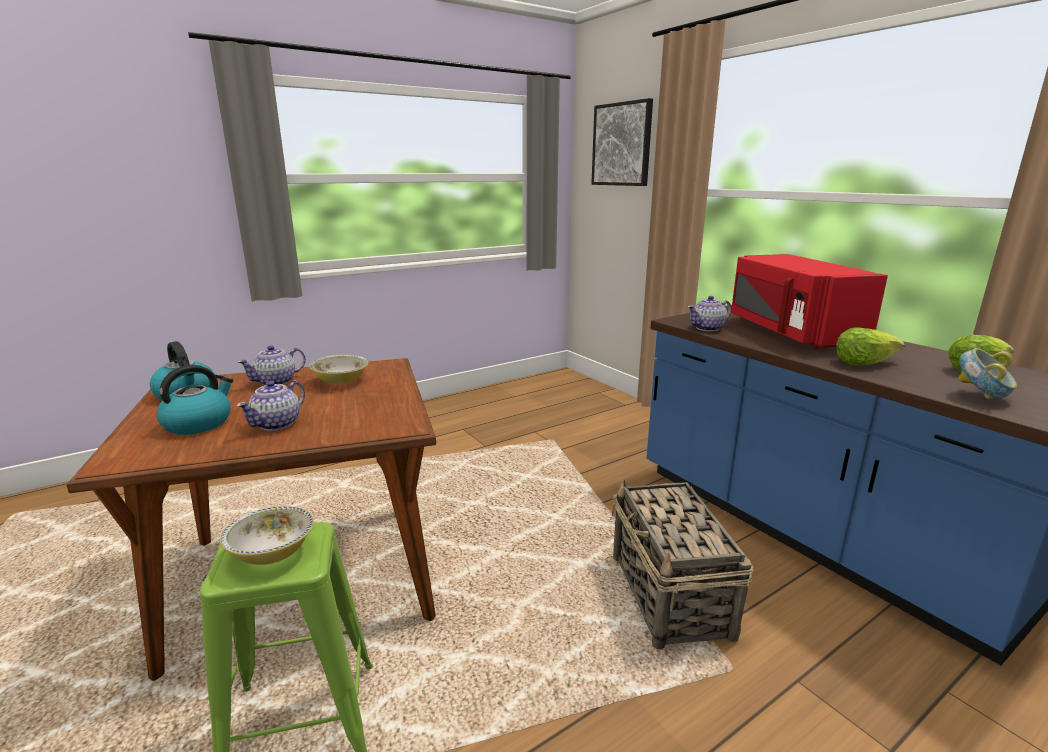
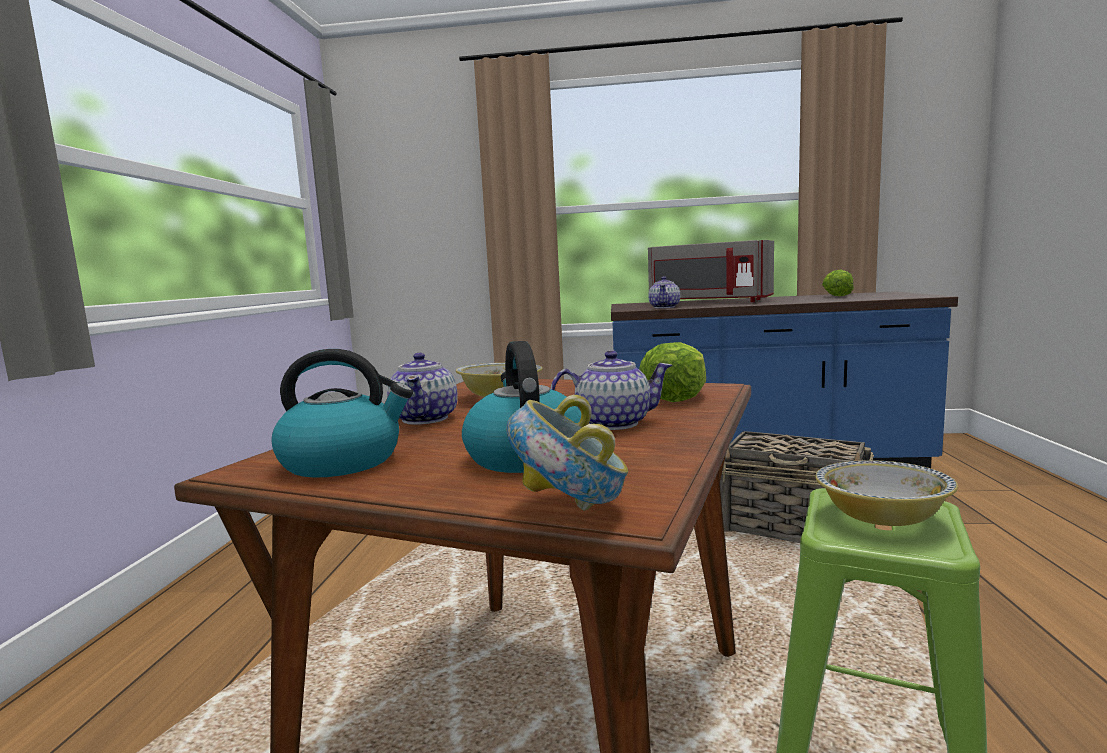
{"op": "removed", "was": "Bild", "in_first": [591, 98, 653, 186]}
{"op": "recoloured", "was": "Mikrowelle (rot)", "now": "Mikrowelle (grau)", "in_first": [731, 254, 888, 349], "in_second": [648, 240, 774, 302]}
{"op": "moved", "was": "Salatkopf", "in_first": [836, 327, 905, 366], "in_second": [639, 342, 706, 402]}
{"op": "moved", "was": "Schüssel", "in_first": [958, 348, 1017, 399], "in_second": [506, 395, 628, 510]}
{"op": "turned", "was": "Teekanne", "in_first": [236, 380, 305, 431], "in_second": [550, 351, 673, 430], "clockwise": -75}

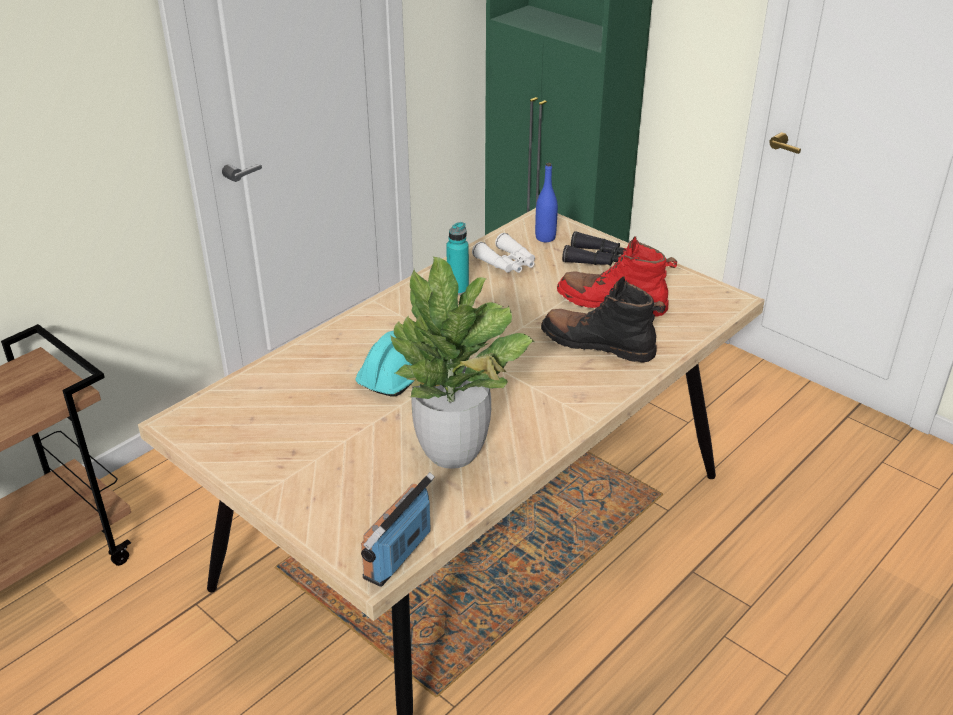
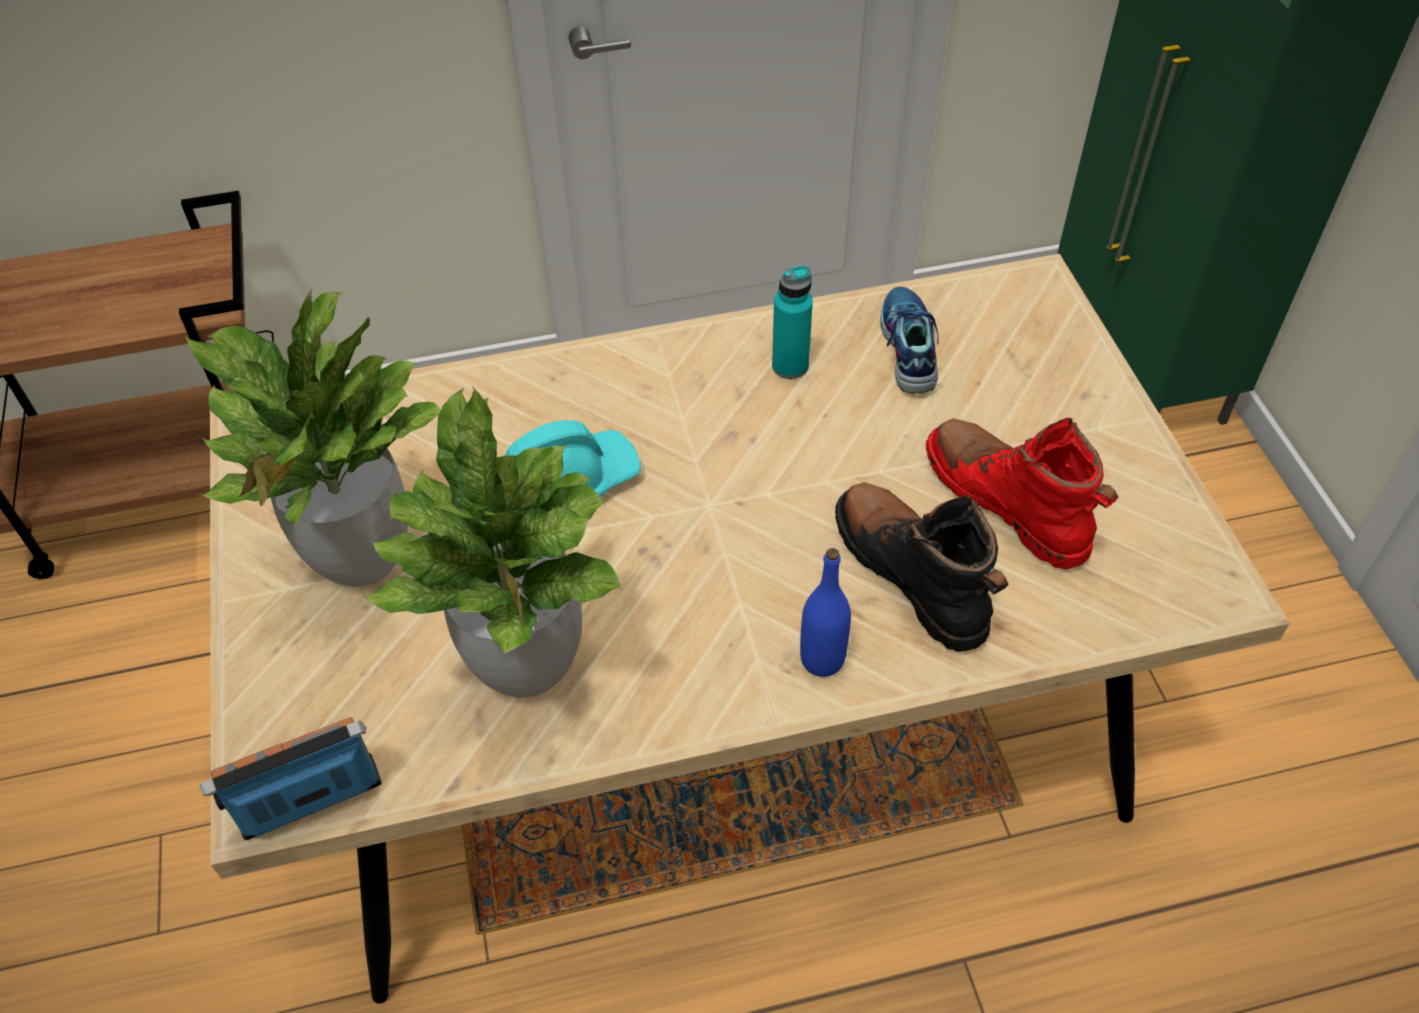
{"op": "moved", "was": "Flasche (blau)", "in_first": [535, 163, 558, 242], "in_second": [800, 548, 851, 677]}
{"op": "removed", "was": "Fernglas (schwarz)", "in_first": [562, 231, 625, 266]}
{"op": "replaced", "was": "Fernglas (weiß)", "now": "Schuh", "in_first": [472, 233, 535, 273], "in_second": [880, 286, 939, 393]}
{"op": "added", "now": "Topfpflanze", "in_second": [185, 289, 441, 587]}

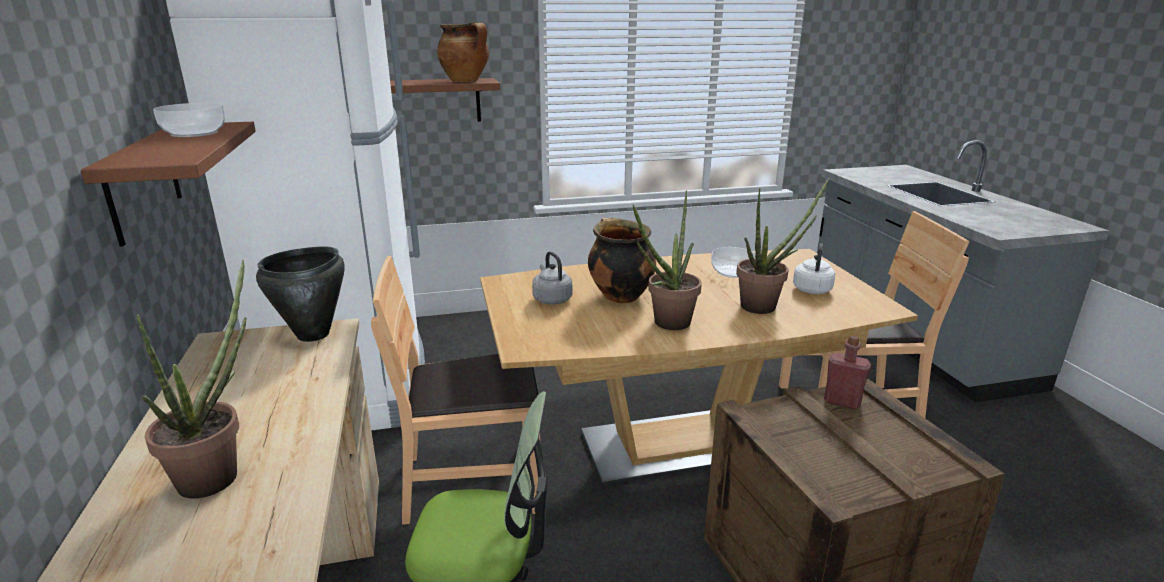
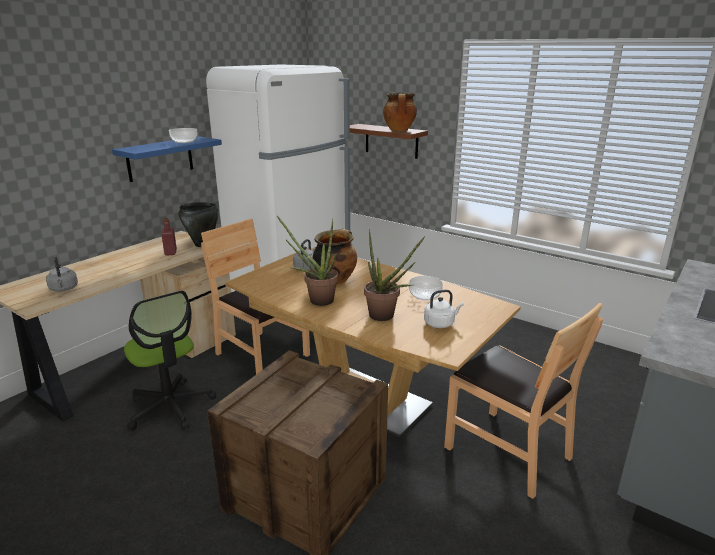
{"op": "recoloured", "was": "Wandregal (braun)", "now": "Wandregal (blau)", "in_first": [81, 122, 256, 247], "in_second": [112, 136, 222, 182]}
{"op": "removed", "was": "Topfpflanze", "in_first": [137, 260, 247, 499]}
{"op": "moved", "was": "Flasche (rot)", "in_first": [824, 336, 871, 409], "in_second": [161, 218, 177, 256]}
{"op": "added", "now": "Wasserkessel (grau)", "in_second": [46, 257, 78, 292]}

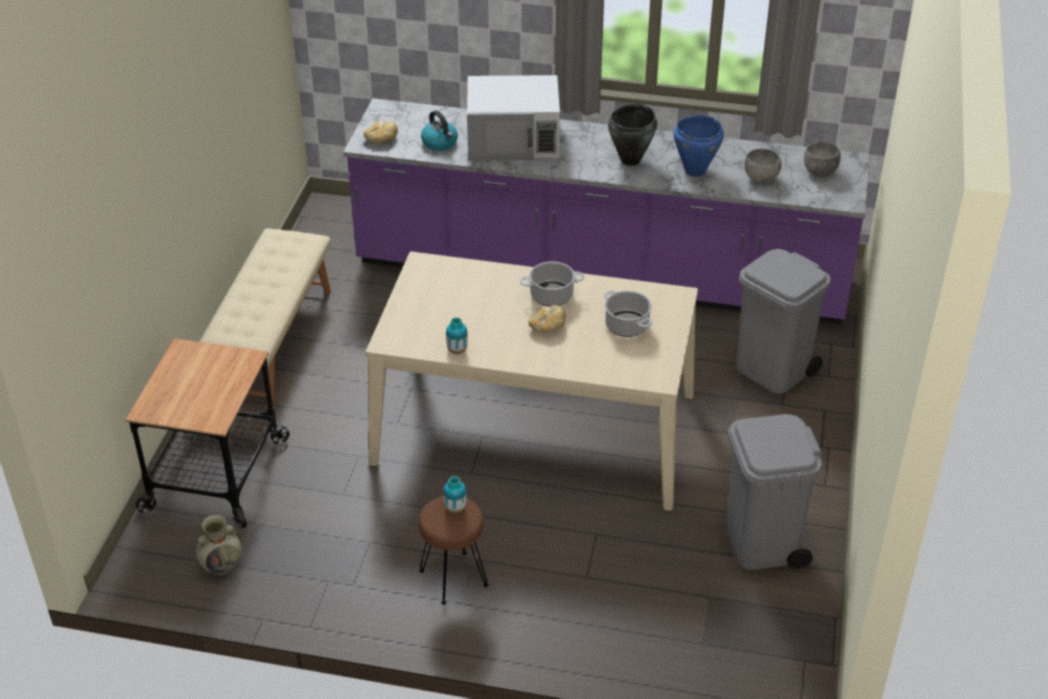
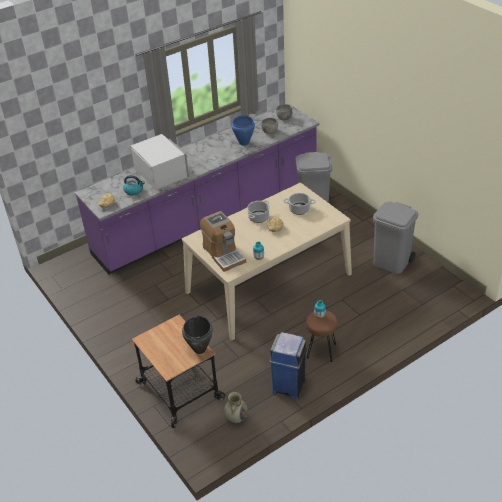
{"op": "turned", "was": "Mikrowelle (weiß)", "in_first": [467, 75, 560, 161], "in_second": [130, 134, 189, 190], "clockwise": -75}
{"op": "moved", "was": "Kochtopf (schwarz)", "in_first": [608, 104, 657, 166], "in_second": [182, 316, 213, 354]}
{"op": "removed", "was": "Bank (beige)", "in_first": [200, 228, 331, 410]}
{"op": "added", "now": "Kaffeemaschine", "in_second": [200, 211, 246, 272]}
{"op": "added", "now": "Mülleimer (blau)", "in_second": [269, 332, 307, 399]}

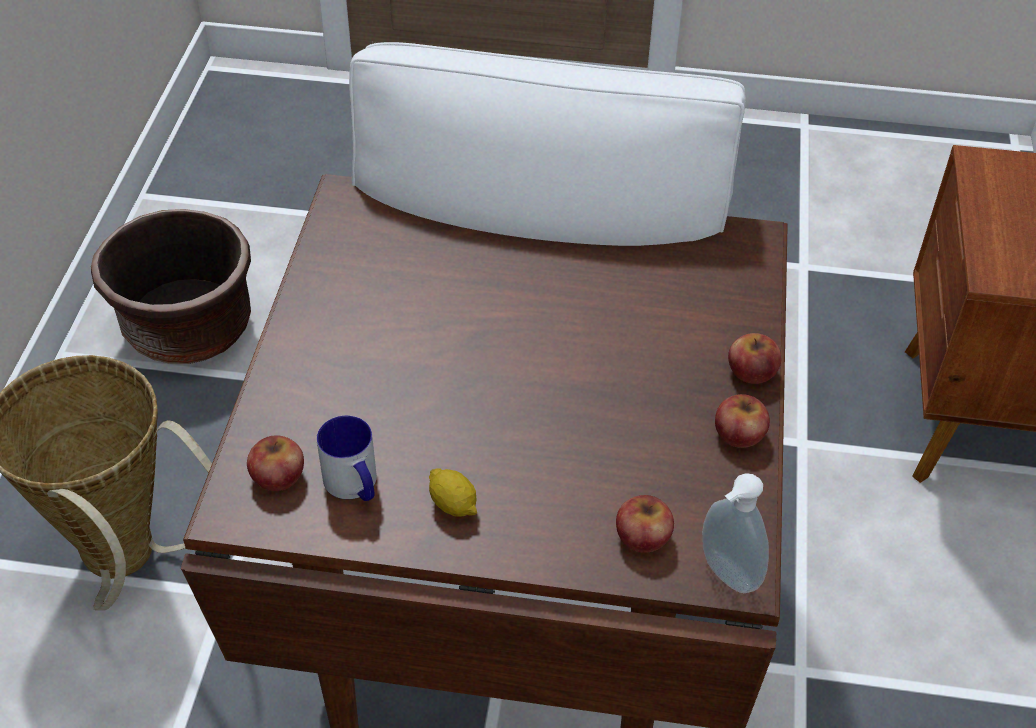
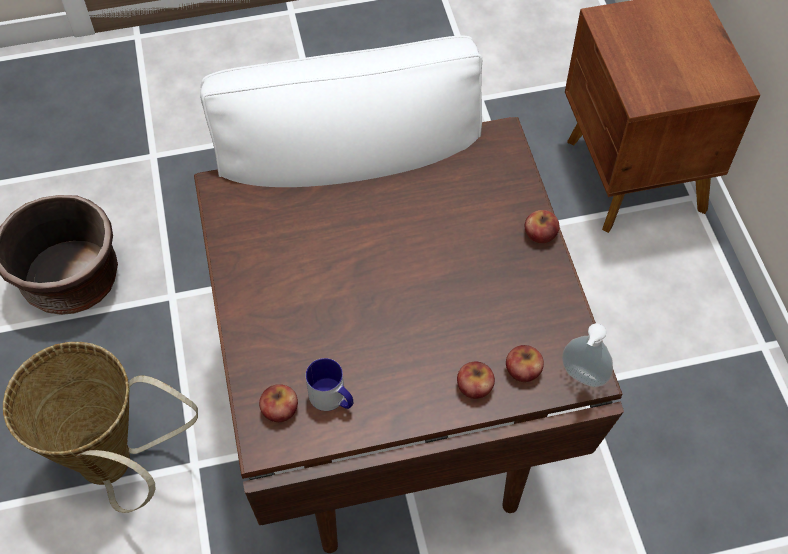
{"op": "moved", "was": "Apfel", "in_first": [715, 394, 770, 448], "in_second": [457, 361, 495, 399]}
{"op": "removed", "was": "Zitrone", "in_first": [429, 468, 477, 517]}

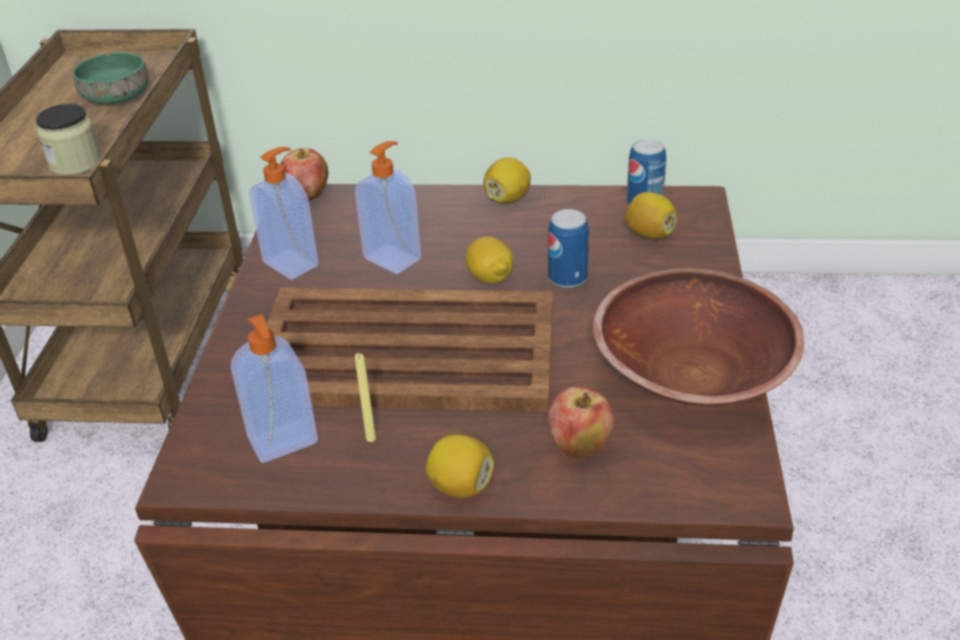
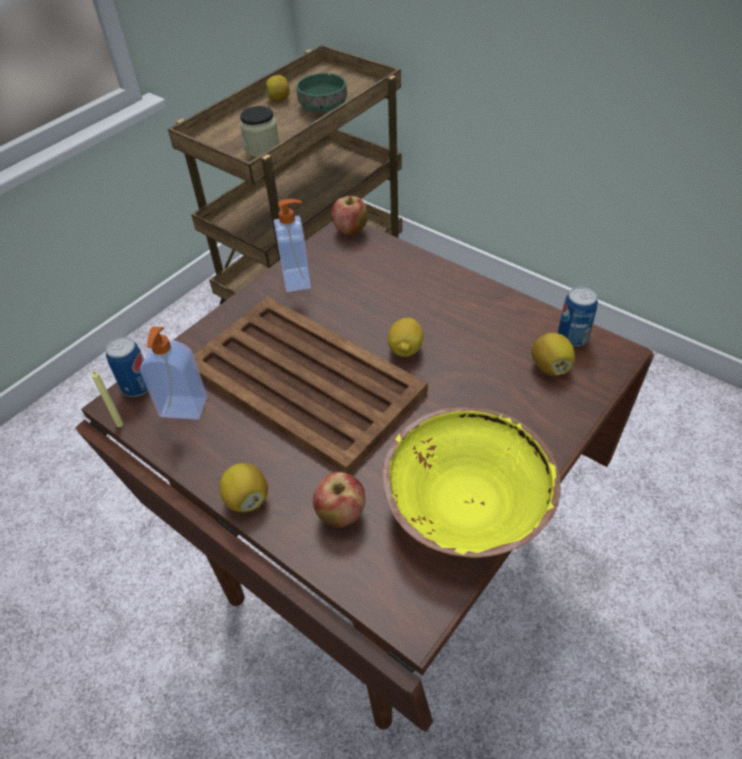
{"op": "removed", "was": "Seifenspender", "in_first": [355, 141, 421, 274]}
{"op": "moved", "was": "Zitrone", "in_first": [484, 157, 531, 204], "in_second": [265, 75, 290, 101]}
{"op": "moved", "was": "Dose", "in_first": [548, 209, 589, 288], "in_second": [106, 337, 148, 397]}
{"op": "recoloured", "was": "Schüssel (braun)", "now": "Schüssel (gelb)", "in_first": [593, 268, 804, 406], "in_second": [382, 407, 561, 557]}
{"op": "moved", "was": "Kerze (gelb)", "in_first": [355, 353, 376, 442], "in_second": [91, 371, 123, 427]}

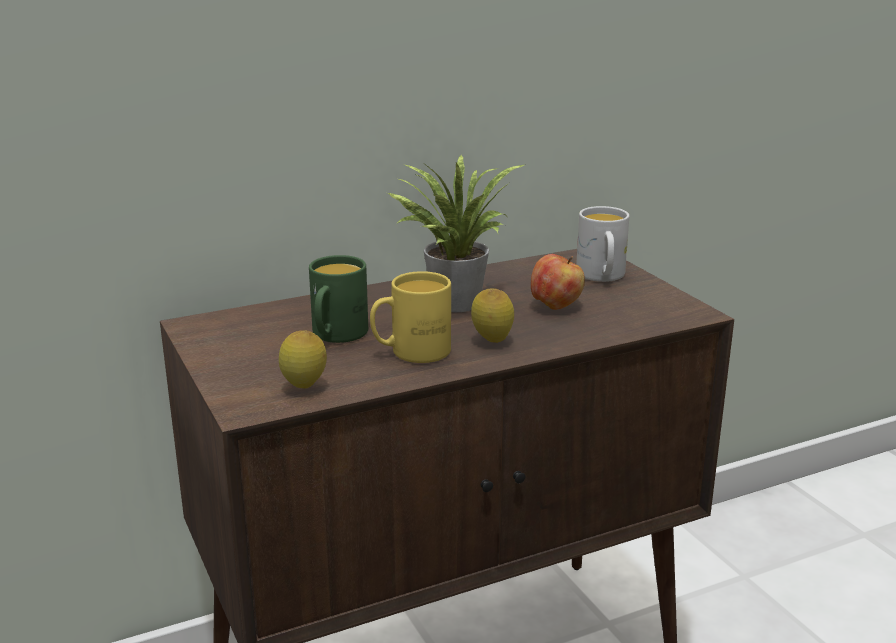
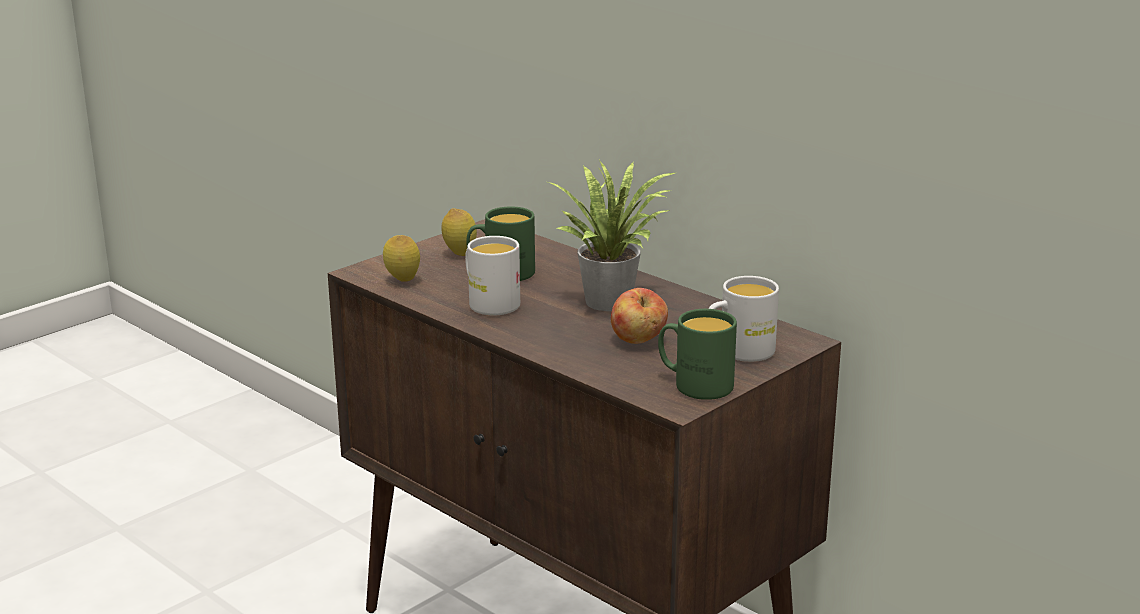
{"op": "recoloured", "was": "Henkelbecher (gelb)", "now": "Henkelbecher (weiß)", "in_first": [370, 271, 451, 363], "in_second": [465, 236, 520, 315]}
{"op": "moved", "was": "Zitrone", "in_first": [471, 289, 514, 343], "in_second": [441, 208, 477, 256]}
{"op": "added", "now": "Henkelbecher (grün)", "in_second": [658, 309, 737, 400]}

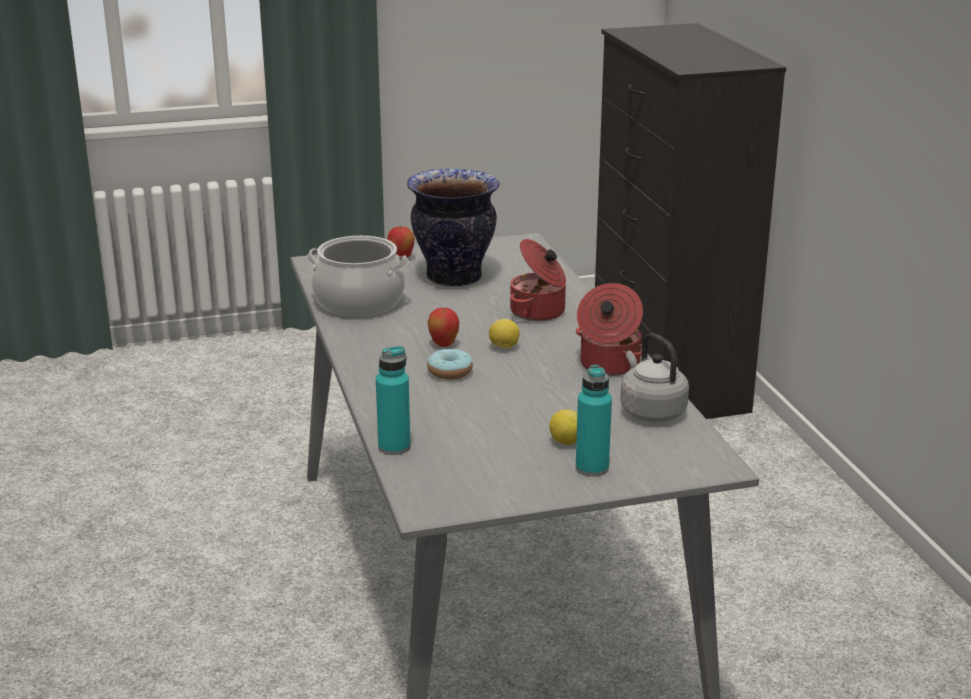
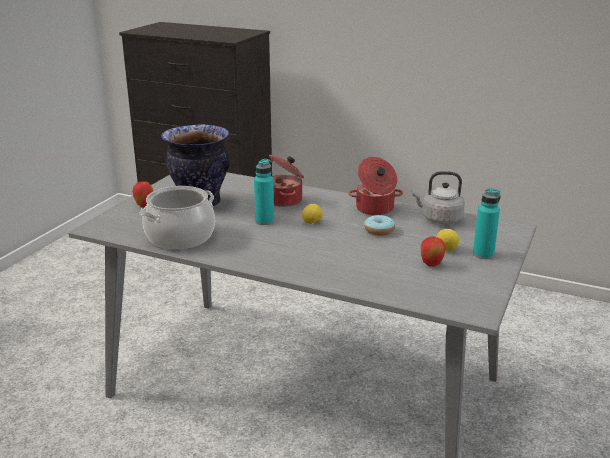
{"op": "moved", "was": "Apfel", "in_first": [428, 307, 459, 347], "in_second": [421, 236, 446, 267]}
{"op": "moved", "was": "Flasche (türkis)", "in_first": [376, 346, 411, 455], "in_second": [254, 159, 274, 225]}
{"op": "moved", "was": "Donut", "in_first": [427, 349, 473, 380], "in_second": [364, 215, 395, 236]}

